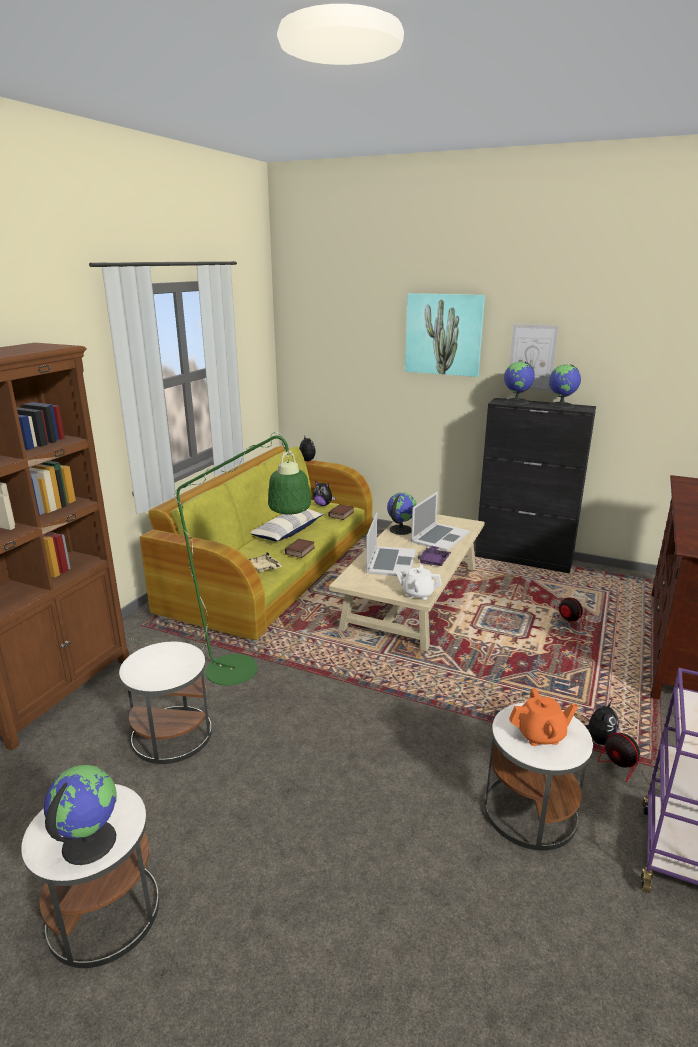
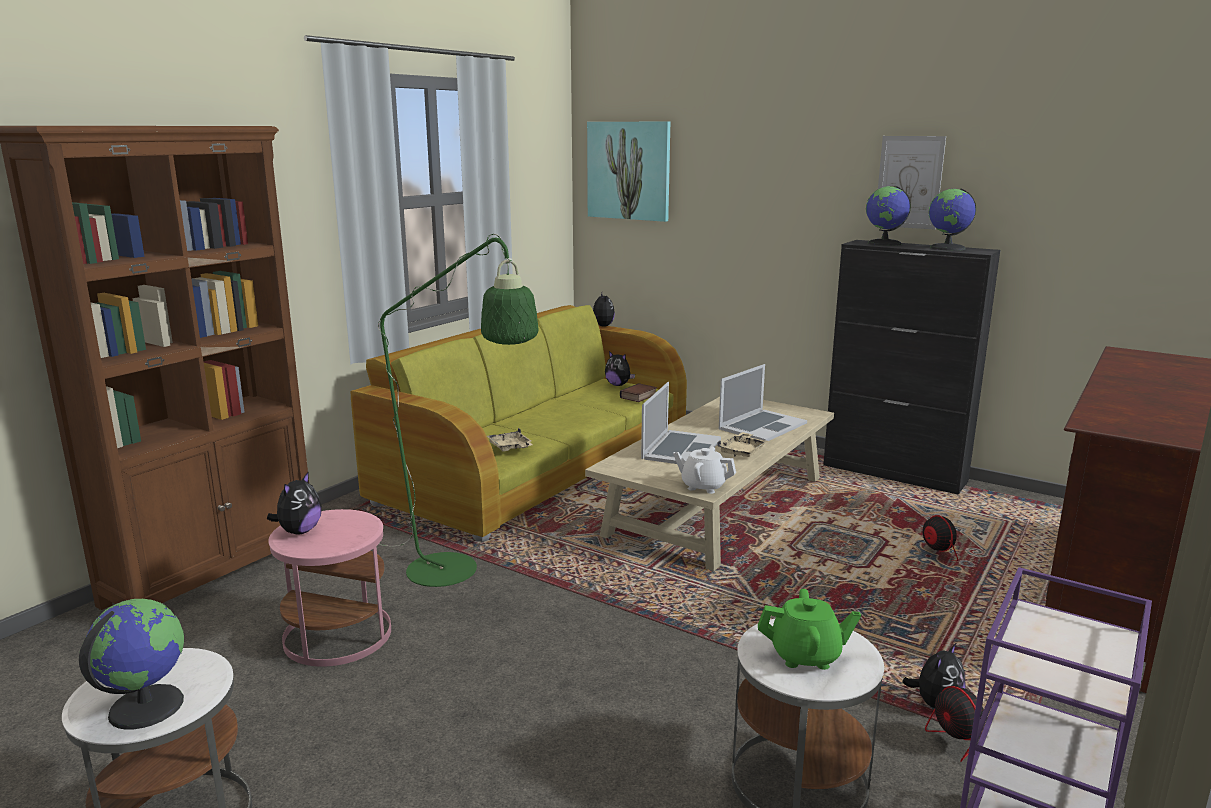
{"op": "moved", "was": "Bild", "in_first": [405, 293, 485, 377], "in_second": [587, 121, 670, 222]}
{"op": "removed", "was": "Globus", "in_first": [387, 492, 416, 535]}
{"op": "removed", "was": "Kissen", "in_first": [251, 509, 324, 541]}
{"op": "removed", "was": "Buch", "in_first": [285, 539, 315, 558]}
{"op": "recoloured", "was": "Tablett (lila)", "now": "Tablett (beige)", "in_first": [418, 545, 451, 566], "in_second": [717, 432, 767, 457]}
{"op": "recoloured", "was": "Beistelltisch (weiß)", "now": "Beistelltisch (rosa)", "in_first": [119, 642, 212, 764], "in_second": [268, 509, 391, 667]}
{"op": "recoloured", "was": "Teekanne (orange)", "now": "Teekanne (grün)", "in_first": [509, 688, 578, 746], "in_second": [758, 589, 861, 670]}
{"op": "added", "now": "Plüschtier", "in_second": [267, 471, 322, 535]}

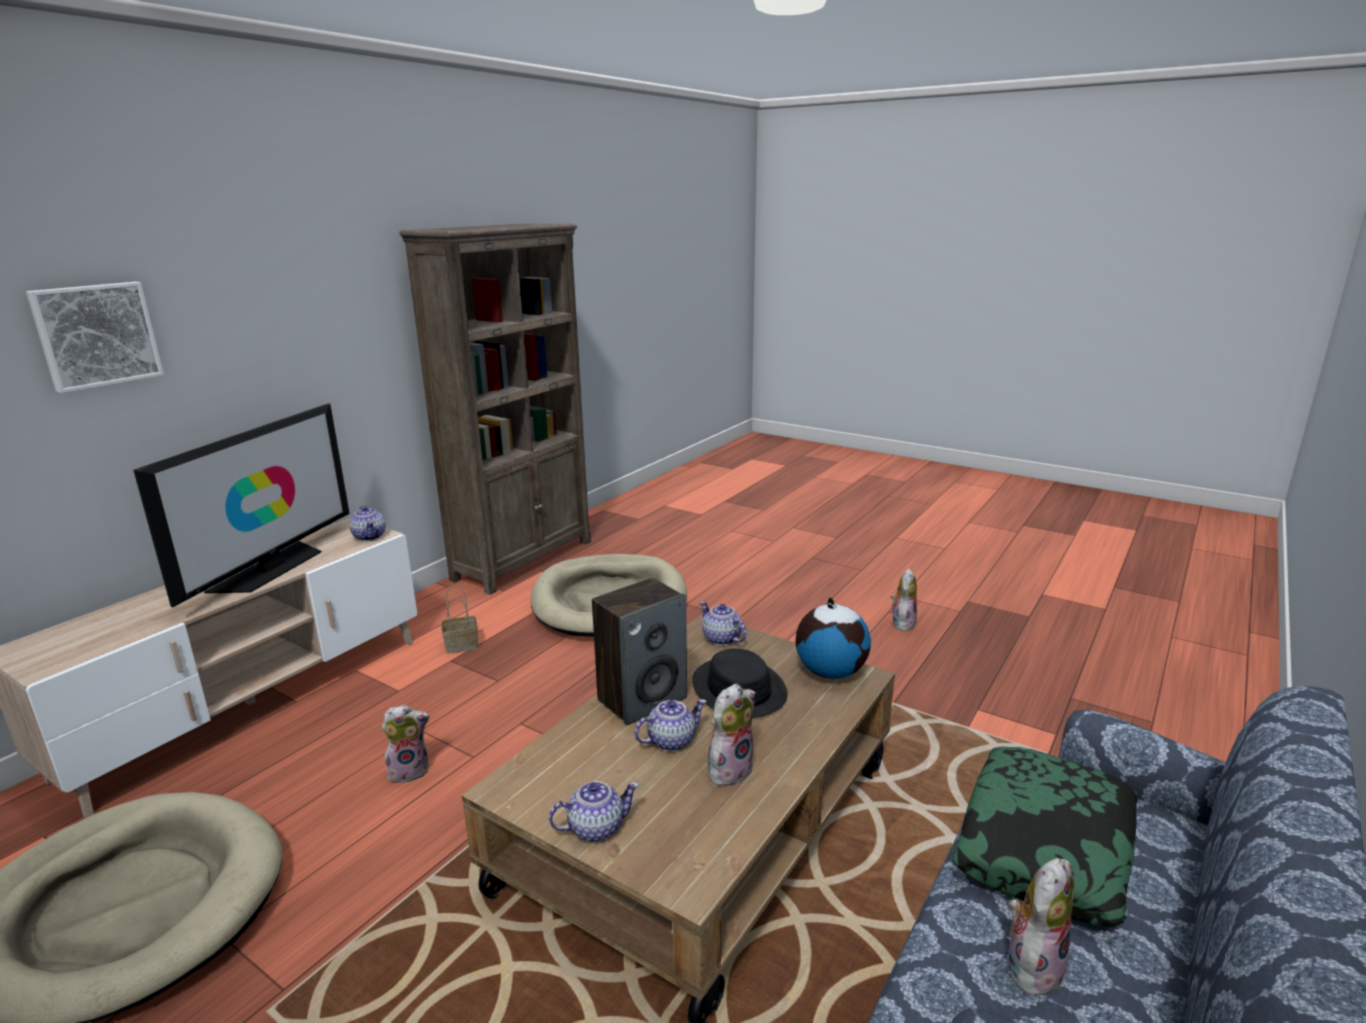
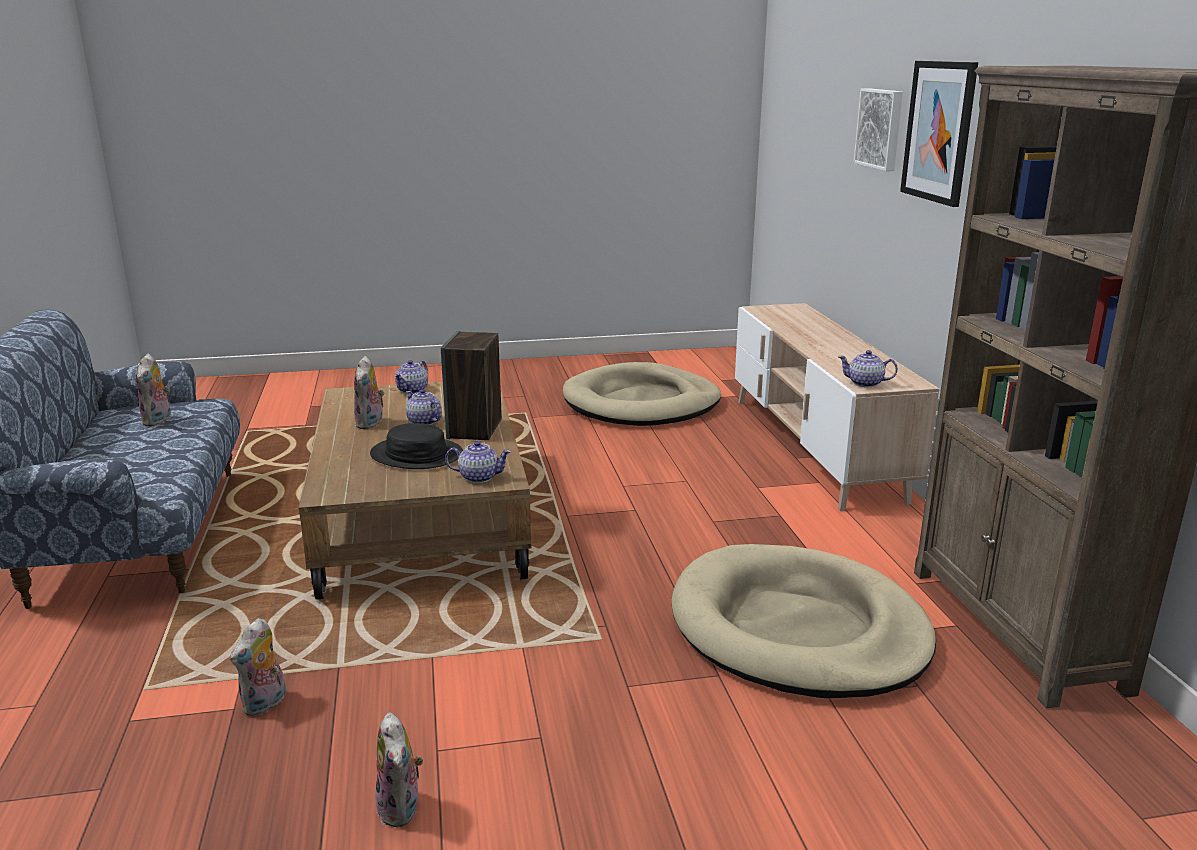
{"op": "removed", "was": "Fernseher", "in_first": [133, 403, 350, 607]}
{"op": "removed", "was": "Korb", "in_first": [441, 584, 478, 654]}
{"op": "removed", "was": "Globus", "in_first": [796, 597, 871, 679]}
{"op": "turned", "was": "Teekanne", "in_first": [634, 699, 707, 751], "in_second": [406, 389, 442, 425], "clockwise": 120}
{"op": "moved", "was": "Plüschtier", "in_first": [382, 705, 430, 783], "in_second": [230, 618, 286, 717]}
{"op": "removed", "was": "Kissen", "in_first": [952, 747, 1138, 926]}
{"op": "added", "now": "Bild", "in_second": [900, 61, 978, 207]}

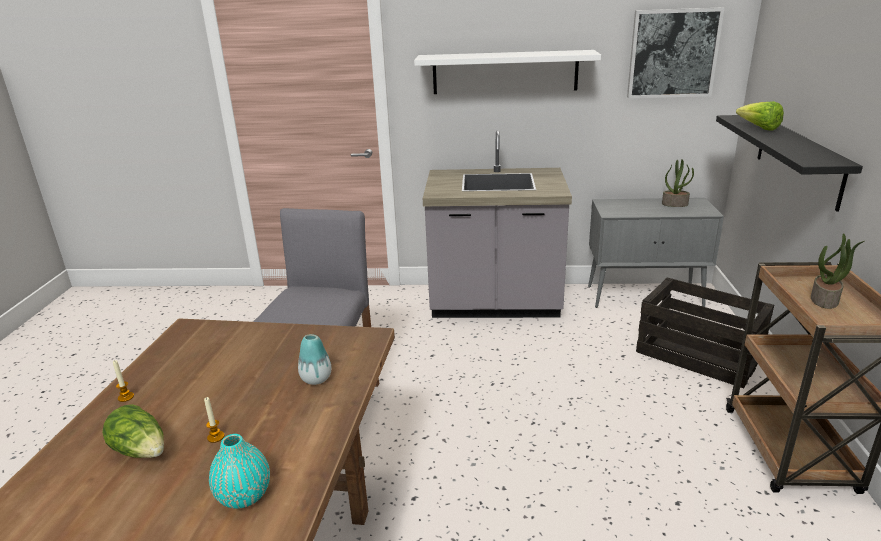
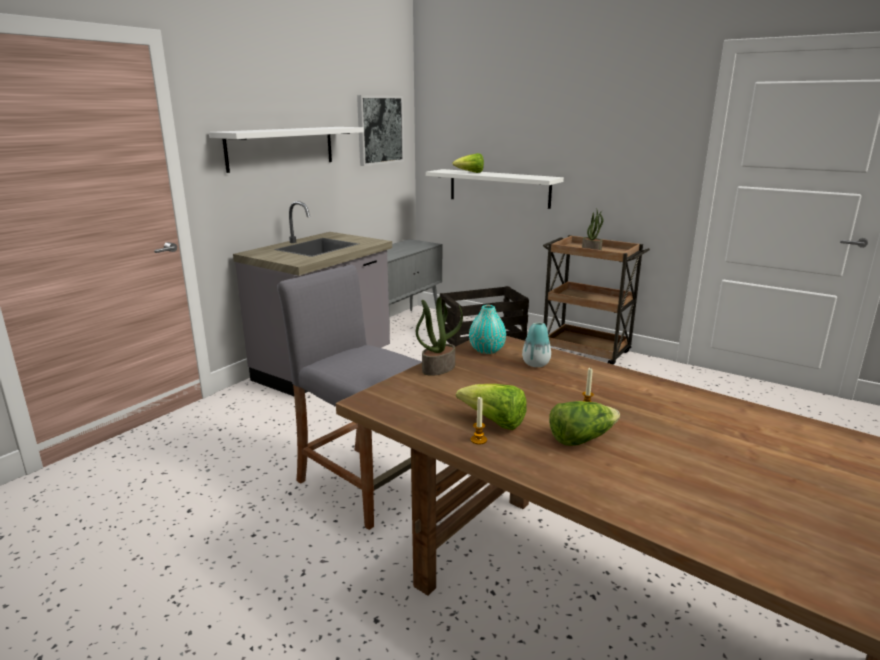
{"op": "recoloured", "was": "Wandregal (schwarz)", "now": "Wandregal (weiß)", "in_first": [716, 115, 863, 212], "in_second": [426, 169, 564, 209]}
{"op": "moved", "was": "Topfpflanze", "in_first": [662, 159, 694, 207], "in_second": [416, 297, 463, 376]}
{"op": "moved", "was": "Vase (türkis)", "in_first": [209, 434, 270, 509], "in_second": [469, 305, 506, 354]}
{"op": "added", "now": "Salatkopf", "in_second": [456, 384, 527, 430]}

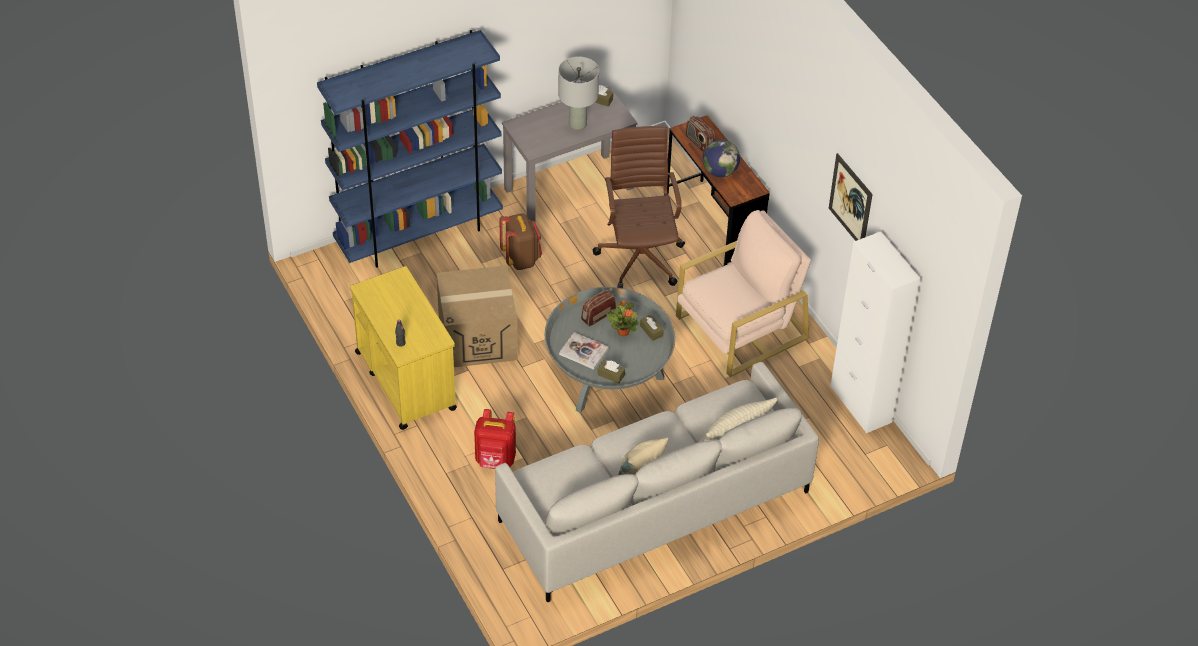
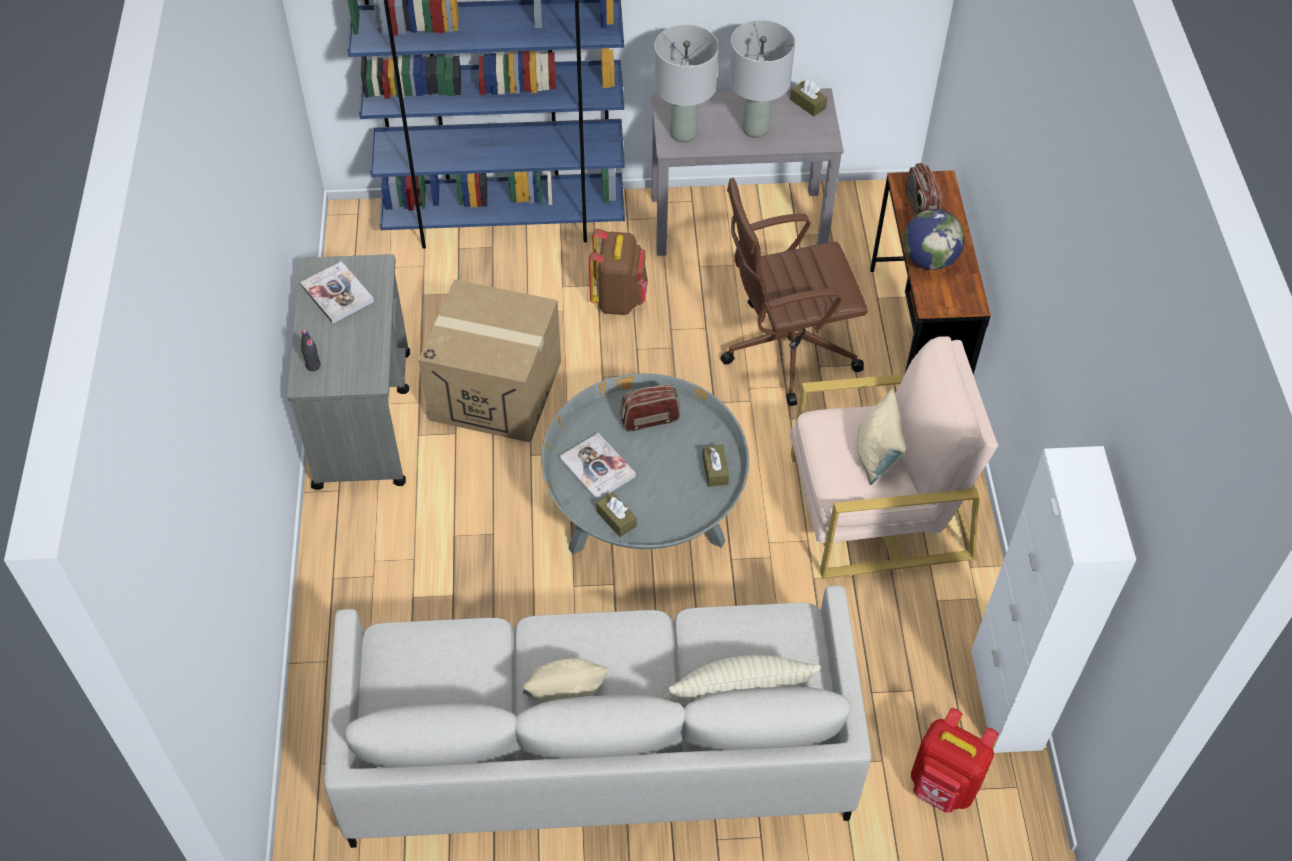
{"op": "turned", "was": "Bürostuhl (braun)", "in_first": [593, 126, 685, 288], "in_second": [720, 178, 868, 406], "clockwise": -120}
{"op": "removed", "was": "Bild", "in_first": [829, 153, 873, 241]}
{"op": "recoloured", "was": "Rollwagen (gelb)", "now": "Rollwagen (grau)", "in_first": [350, 266, 457, 430], "in_second": [287, 254, 410, 490]}
{"op": "removed", "was": "Topfpflanze", "in_first": [607, 301, 639, 336]}
{"op": "moved", "was": "Rucksack (rot)", "in_first": [474, 409, 516, 469], "in_second": [911, 708, 999, 813]}
{"op": "added", "now": "Tischlampe (grau)", "in_second": [654, 25, 719, 143]}
{"op": "added", "now": "Buch", "in_second": [300, 261, 374, 324]}
{"op": "added", "now": "Kissen (beige)", "in_second": [858, 388, 906, 485]}

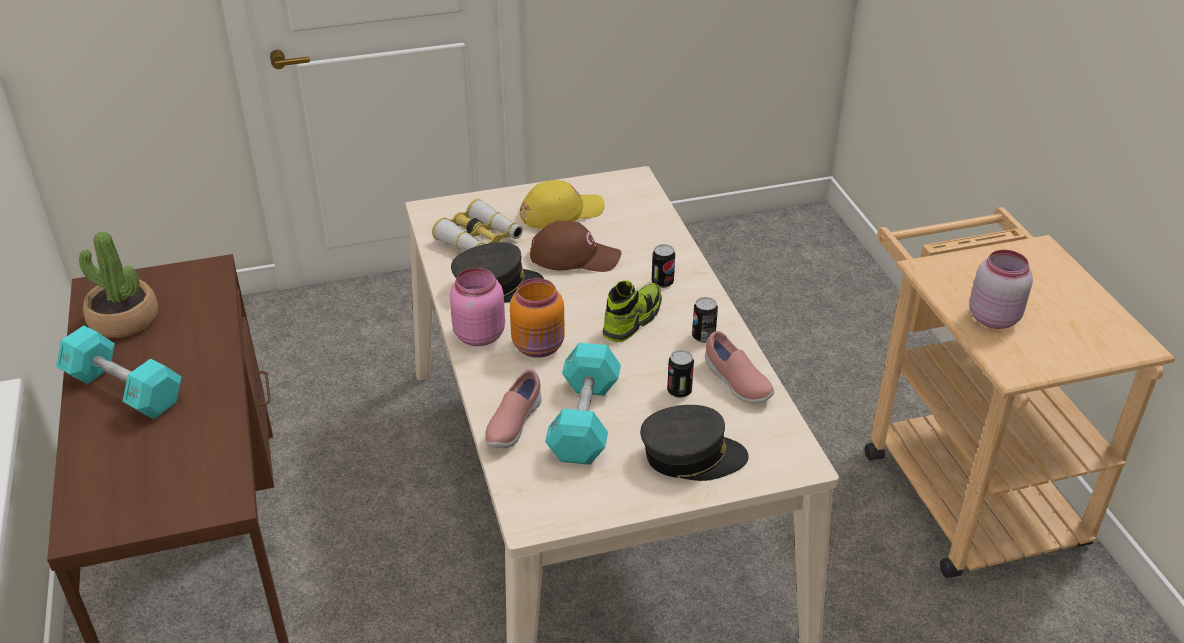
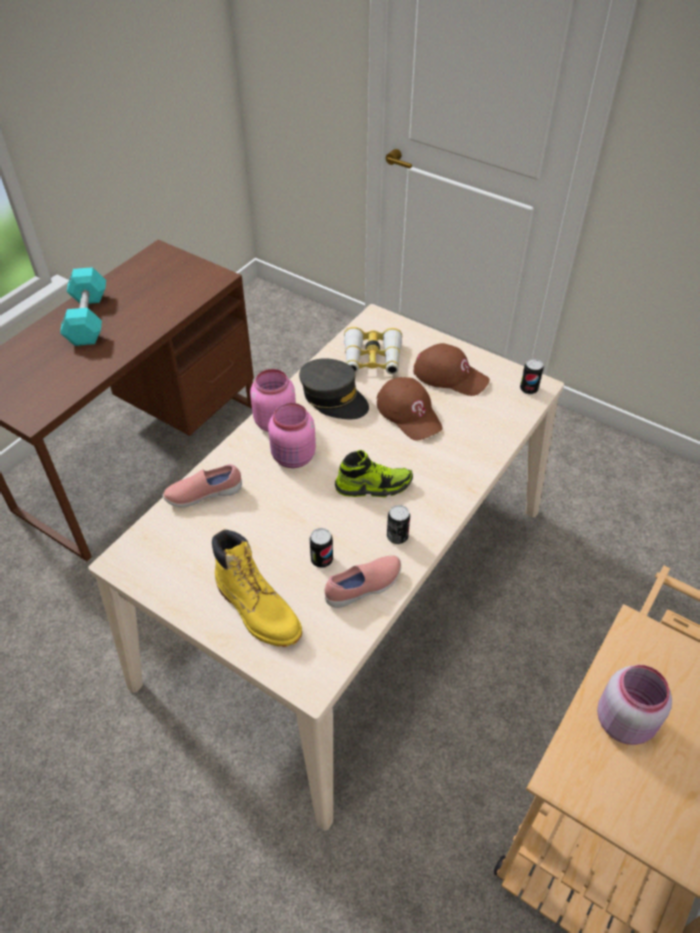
{"op": "recoloured", "was": "Kappe (gelb)", "now": "Kappe (braun)", "in_first": [520, 180, 605, 229], "in_second": [413, 343, 490, 396]}
{"op": "removed", "was": "Topfpflanze", "in_first": [79, 231, 158, 338]}
{"op": "moved", "was": "Dose", "in_first": [652, 244, 675, 288], "in_second": [520, 359, 544, 394]}
{"op": "recoloured", "was": "Vorratsglas (orange)", "now": "Vorratsglas (rosa)", "in_first": [510, 278, 565, 358], "in_second": [268, 403, 316, 468]}
{"op": "turned", "was": "Schuh (rosa)", "in_first": [705, 331, 775, 403], "in_second": [325, 555, 401, 607], "clockwise": -135}
{"op": "removed", "was": "Hantel (türkis)", "in_first": [545, 343, 621, 465]}
{"op": "replaced", "was": "Kappe (grau)", "now": "Stiefel (gelb)", "in_first": [640, 405, 749, 481], "in_second": [212, 530, 302, 647]}

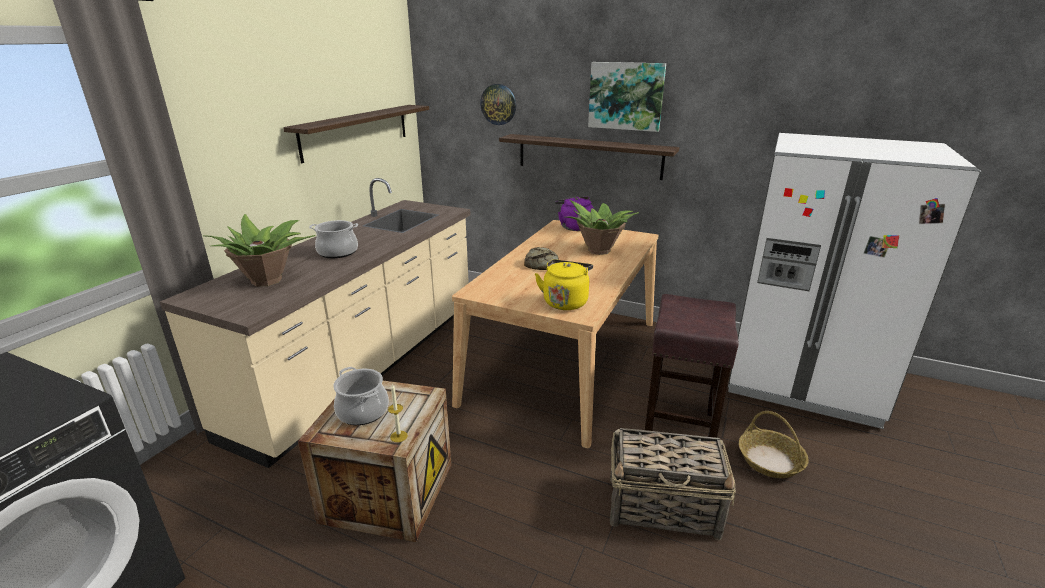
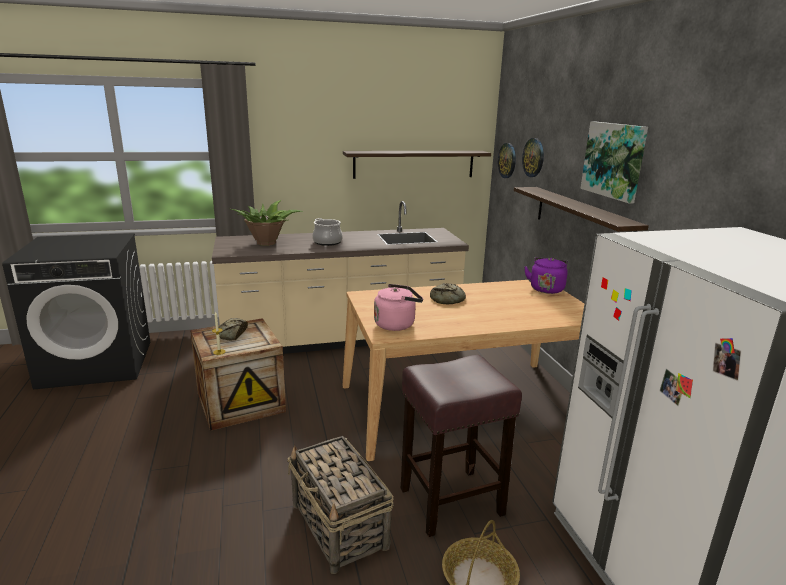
{"op": "removed", "was": "Topfpflanze", "in_first": [566, 200, 639, 255]}
{"op": "recoloured", "was": "Wasserkessel (gelb)", "now": "Wasserkessel (rosa)", "in_first": [535, 259, 593, 310], "in_second": [374, 284, 423, 331]}
{"op": "replaced", "was": "Kochtopf", "now": "Brot", "in_first": [333, 367, 389, 425], "in_second": [218, 318, 248, 341]}
{"op": "added", "now": "Wanduhr", "in_second": [498, 143, 516, 178]}

